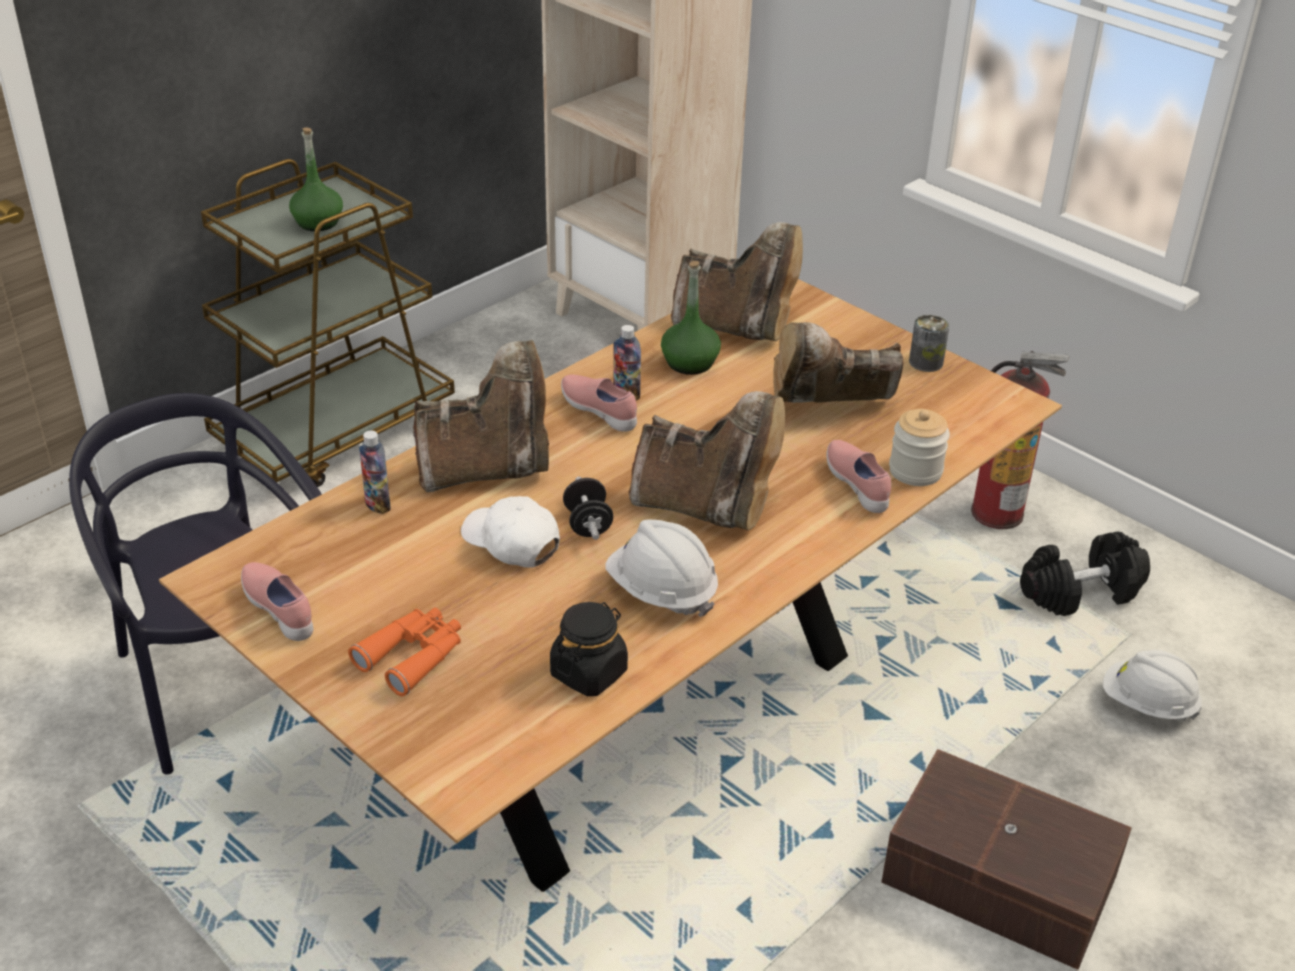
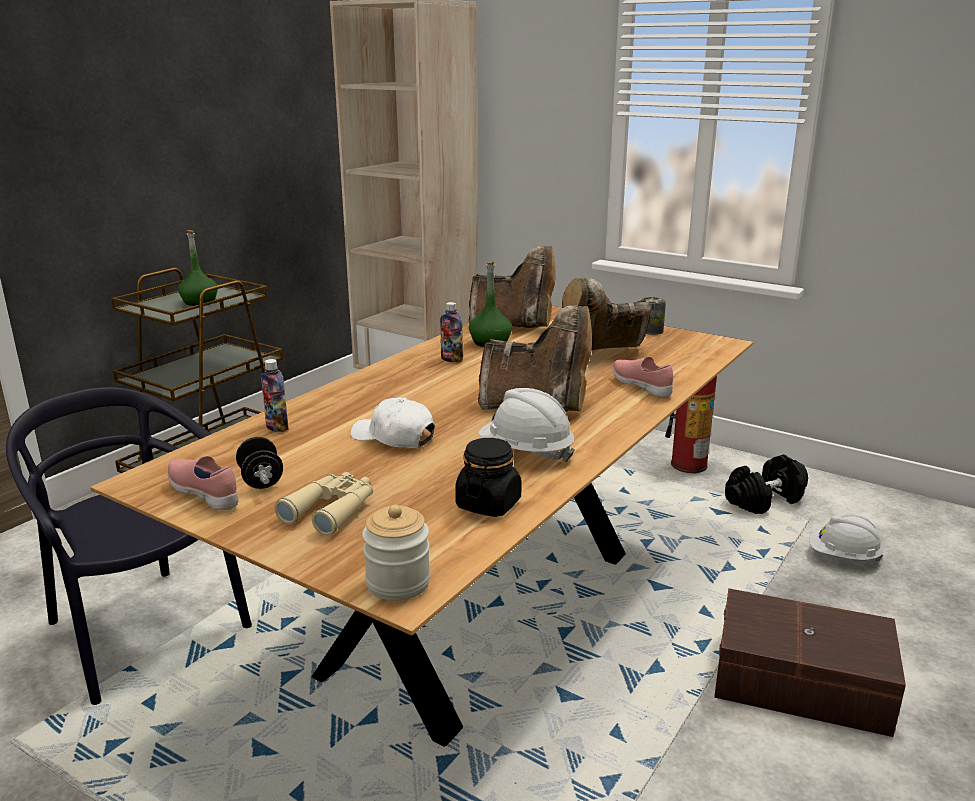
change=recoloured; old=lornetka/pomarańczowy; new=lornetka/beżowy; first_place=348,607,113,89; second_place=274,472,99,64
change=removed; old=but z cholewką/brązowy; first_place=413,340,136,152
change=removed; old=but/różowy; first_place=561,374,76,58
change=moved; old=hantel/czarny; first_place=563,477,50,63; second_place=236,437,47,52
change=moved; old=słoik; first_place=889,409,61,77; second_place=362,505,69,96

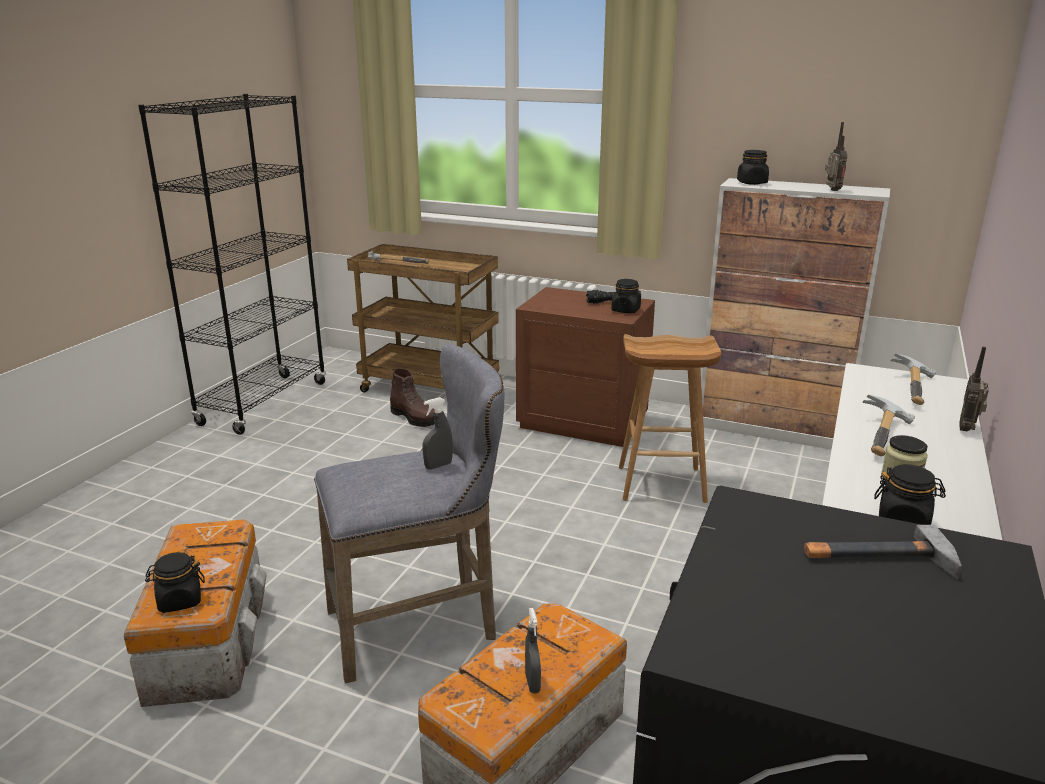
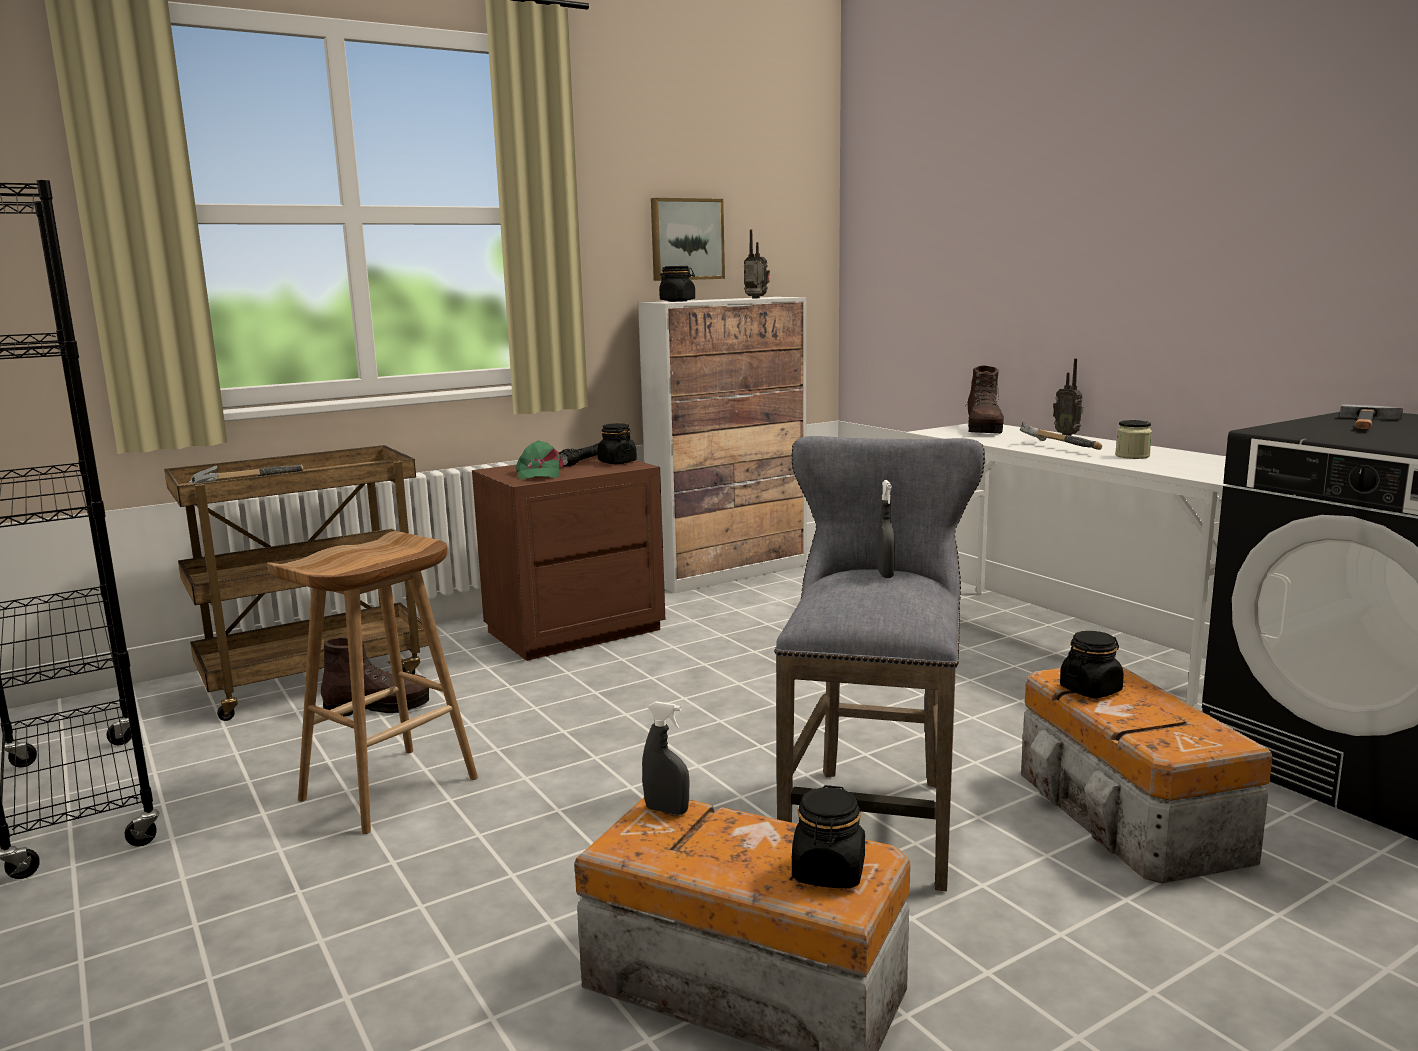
change=moved; old=spryskiwacz/szary; first_place=525,608,16,86; second_place=642,701,47,114
change=moved; old=stołek/brązowy; first_place=619,334,102,169; second_place=267,531,211,303
change=moved; old=słoik/czarny; first_place=874,464,72,61; second_place=1060,631,64,67
change=replaced; old=młotek; new=but z cholewką/brązowy; first_place=890,353,46,52; second_place=965,365,39,69
change=added; new=czapka z daszkiem/zielony; second_place=516,441,48,38
change=added; new=obraz; second_place=651,198,74,83

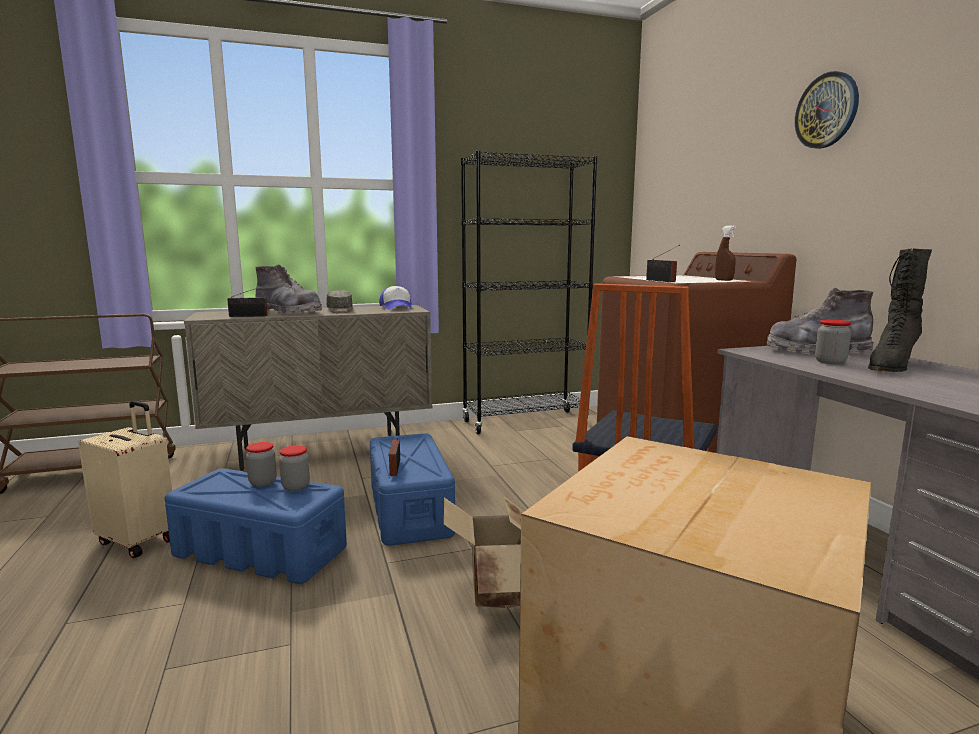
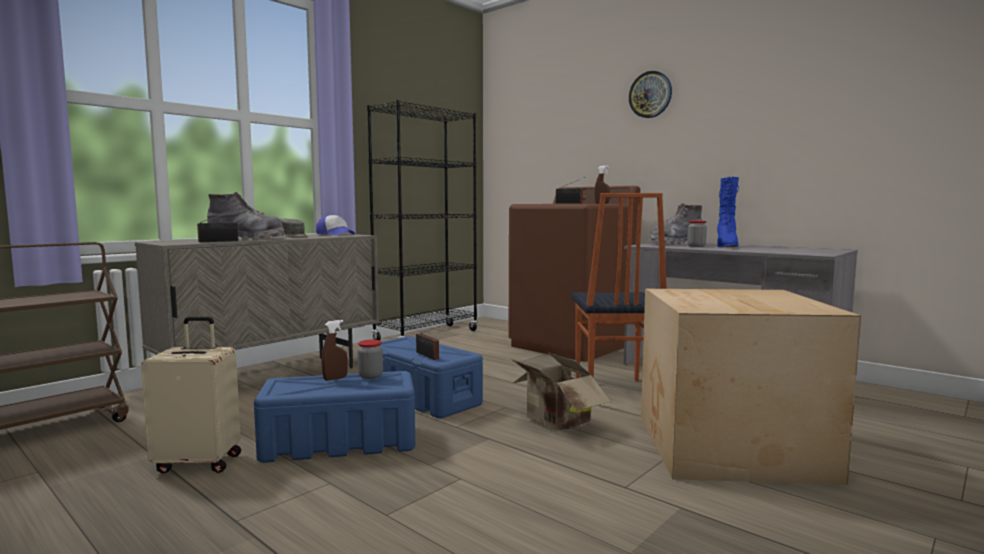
change=replaced; old=słoik; new=spryskiwacz/brązowy; first_place=246,442,31,45; second_place=321,320,27,61
change=recoloured; old=but z cholewką/czarny; new=but z cholewką/niebieski; first_place=868,248,64,124; second_place=717,177,22,70

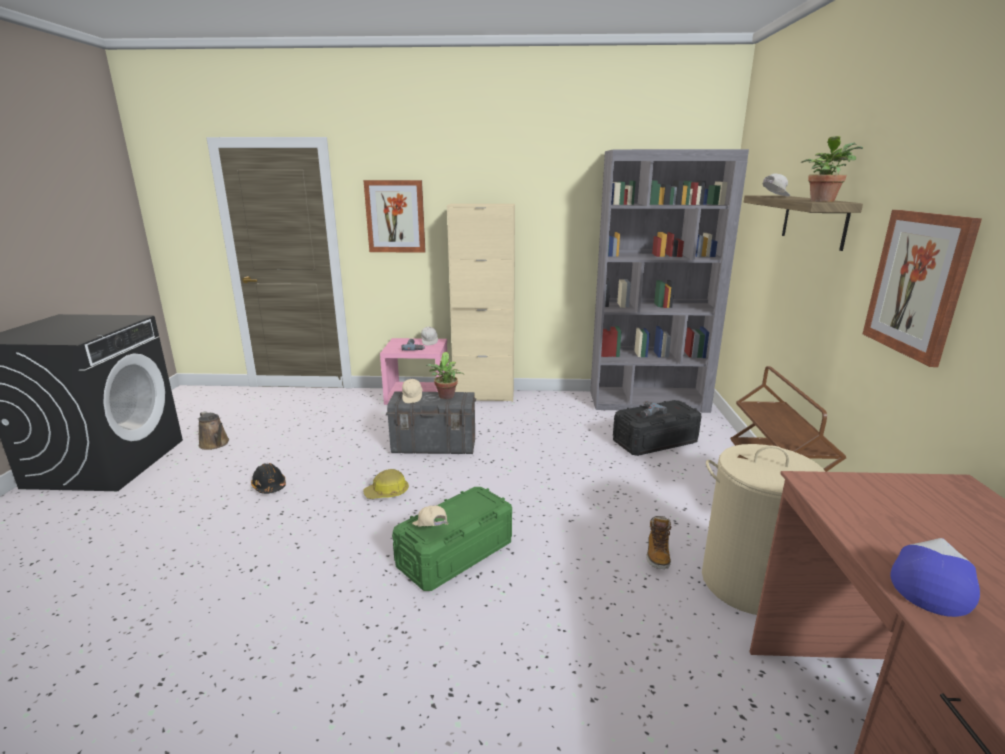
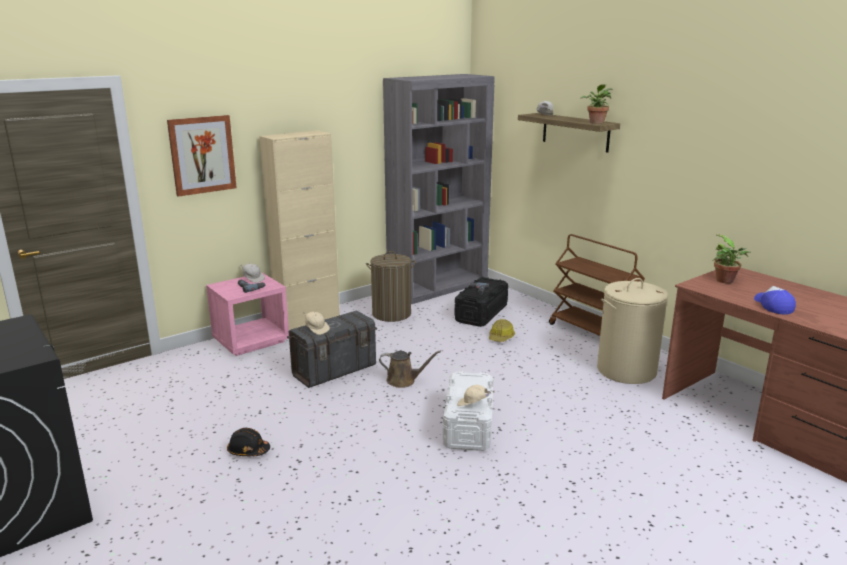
change=moved; old=konewka/brązowy; first_place=198,411,31,39; second_place=379,351,62,37
change=moved; old=kask; first_place=363,469,46,30; second_place=489,319,26,23
change=recoloured; old=pojemnik do przechowywania/zielony; new=pojemnik do przechowywania/biały; first_place=392,487,120,104; second_place=443,371,50,80
change=moved; old=roślina doniczkowa; first_place=426,352,38,47; second_place=713,235,37,48
change=removed; old=but z cholewką; first_place=646,516,25,54
change=removed; old=obraz; first_place=863,210,119,157
change=added; new=kosz na pranie; second_place=366,251,50,71

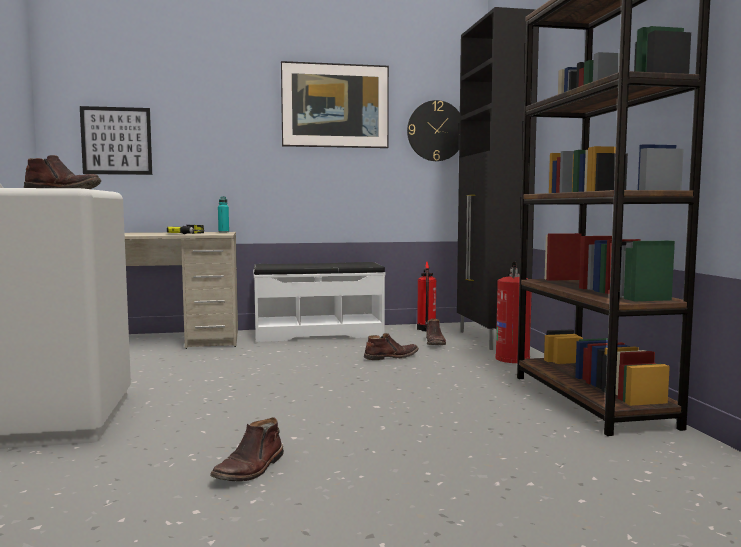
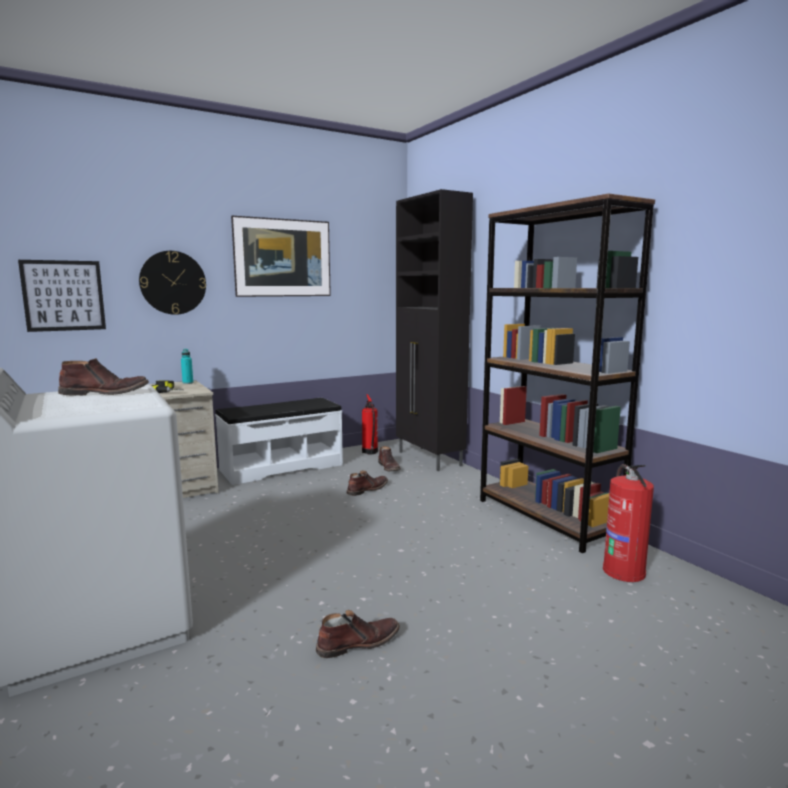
change=turned; old=but z cholewką/brązowy; first_place=210,417,74,64; second_place=316,610,84,48; degrees=-120
change=moved; old=zegar ścienny; first_place=407,100,53,61; second_place=139,251,67,64
change=moved; old=gaśnica; first_place=495,261,37,102; second_place=603,464,51,118

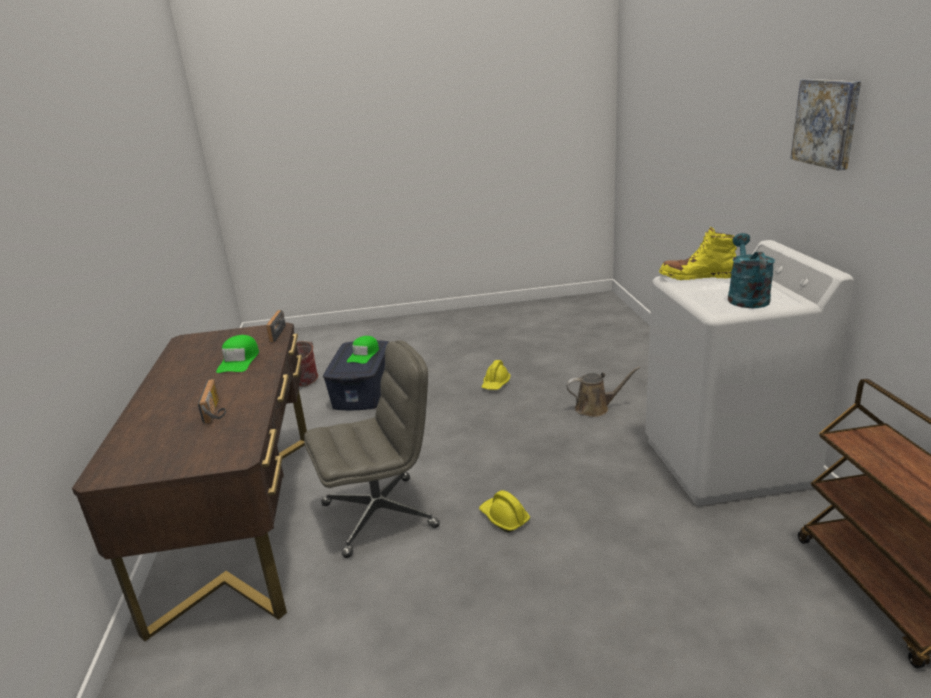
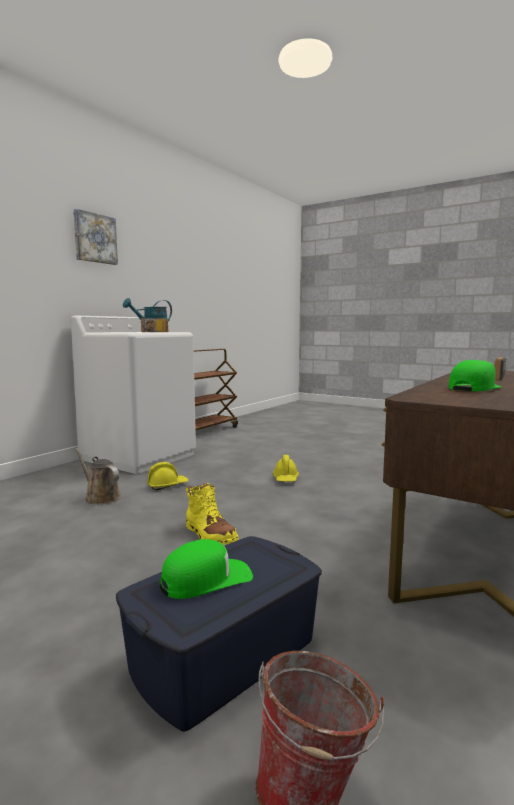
change=moved; old=radio; first_place=266,310,20,33; second_place=141,318,27,14
change=removed; old=krzesło biurowe/szary; first_place=304,340,136,218
change=moved; old=kask/żółty; first_place=482,360,29,30; second_place=147,462,41,29
change=moved; old=but z cholewką/żółty; first_place=659,227,78,53; second_place=186,483,53,62

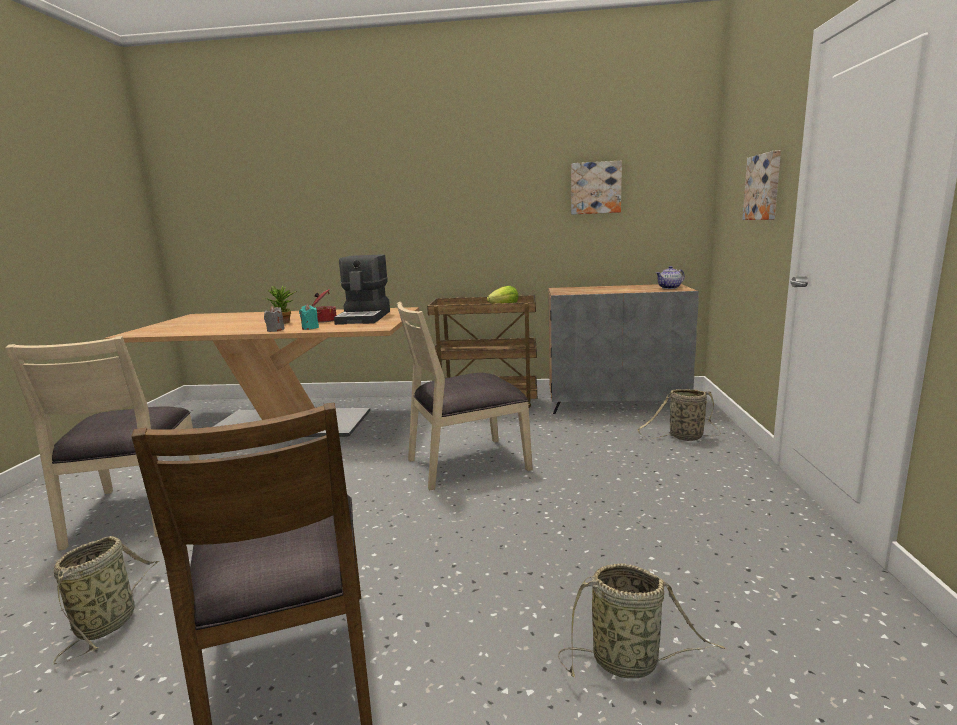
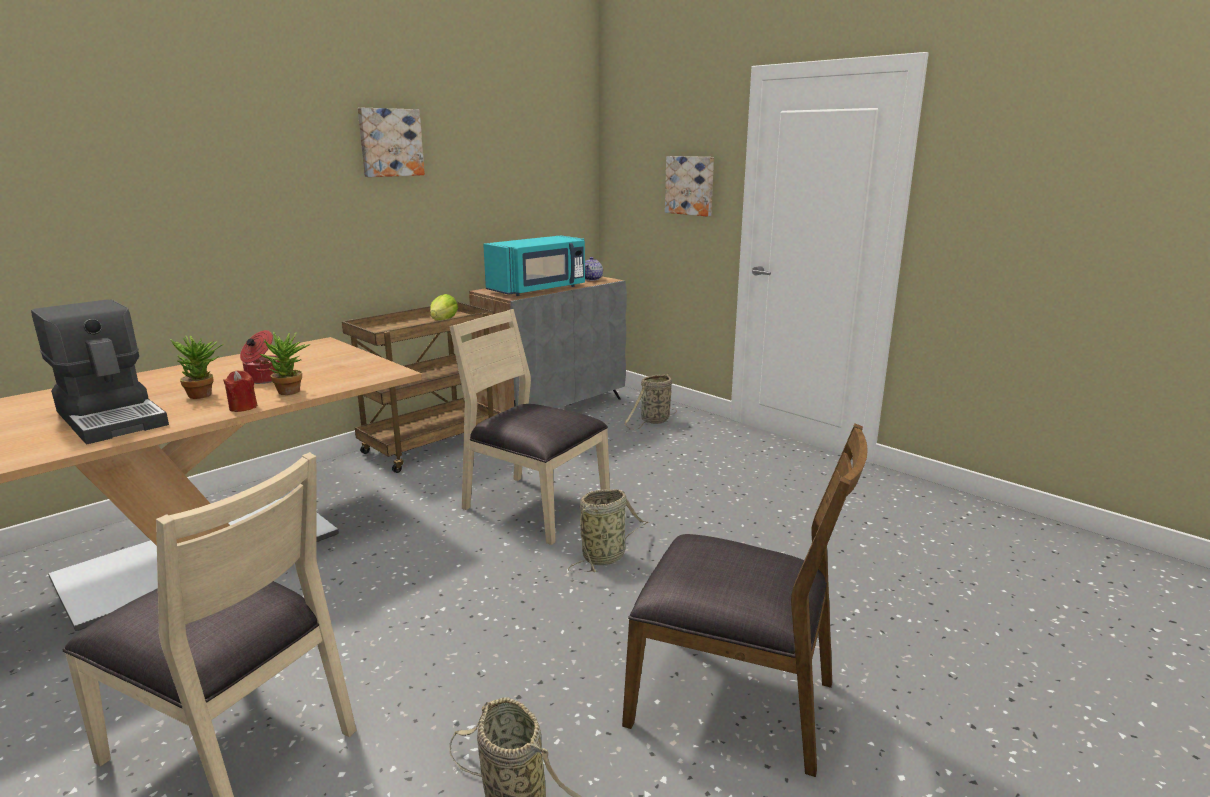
change=recoloured; old=świeca/szary; new=świeca/czerwony; first_place=264,306,21,26; second_place=223,371,34,41
change=replaced; old=świeca/turkusowy; new=roślina doniczkowa; first_place=299,304,20,26; second_place=260,332,50,63
change=moved; old=ekspres do kawy; first_place=334,254,56,71; second_place=31,299,138,145
change=turned; old=krzesło/beżowy; first_place=396,302,137,188; second_place=449,309,161,236; degrees=105
change=moved; old=koszyk; first_place=558,563,168,115; second_place=568,489,81,83
change=moved; old=obraz; first_place=571,161,51,54; second_place=358,108,67,69
change=added; new=mikrofalówka/turkusowy; second_place=483,235,102,61

